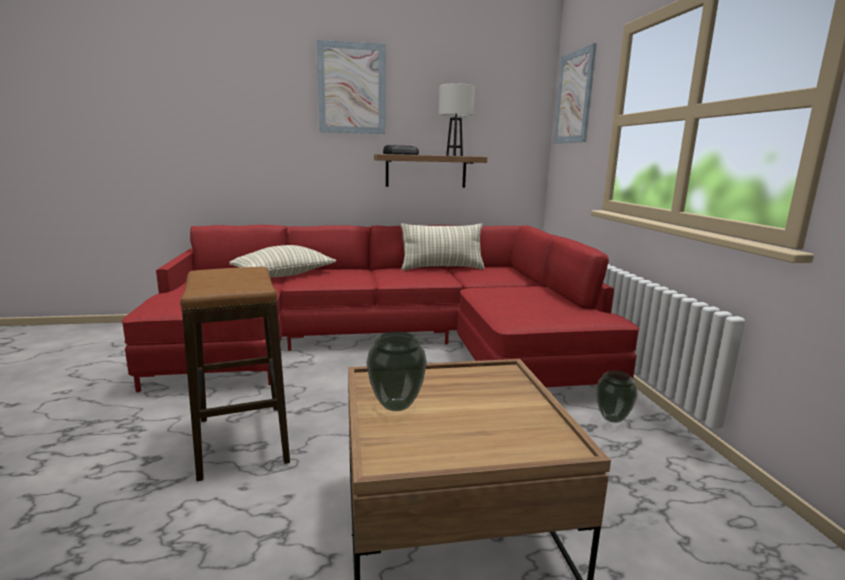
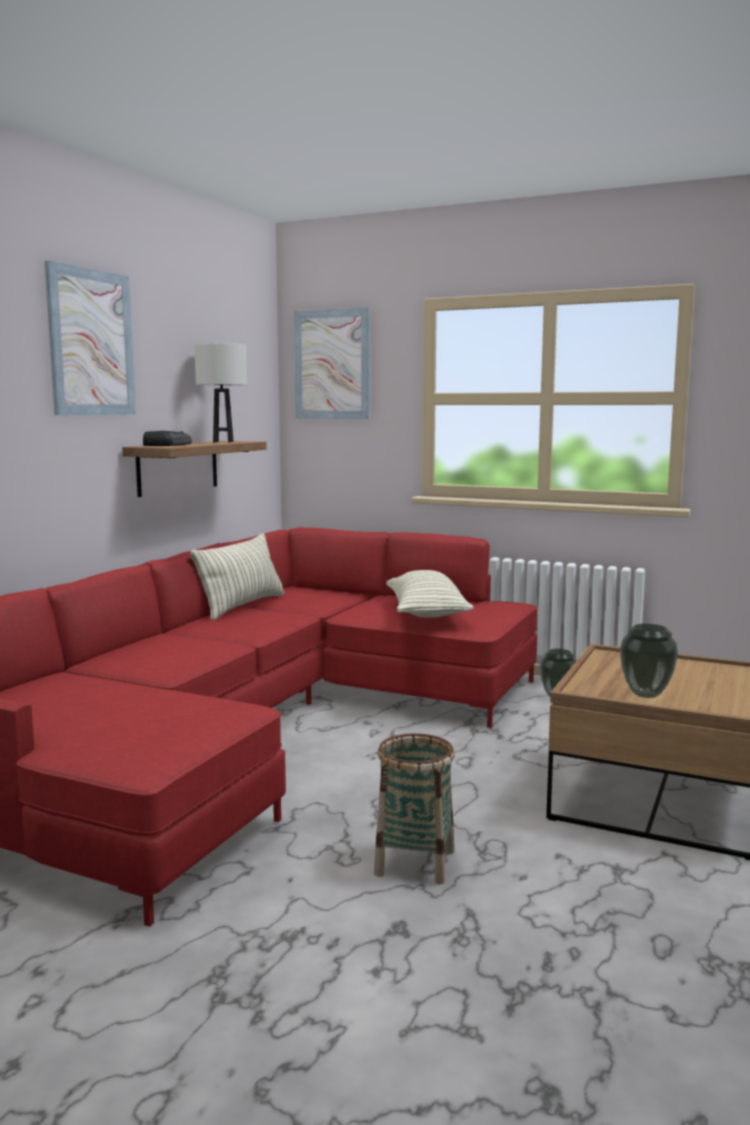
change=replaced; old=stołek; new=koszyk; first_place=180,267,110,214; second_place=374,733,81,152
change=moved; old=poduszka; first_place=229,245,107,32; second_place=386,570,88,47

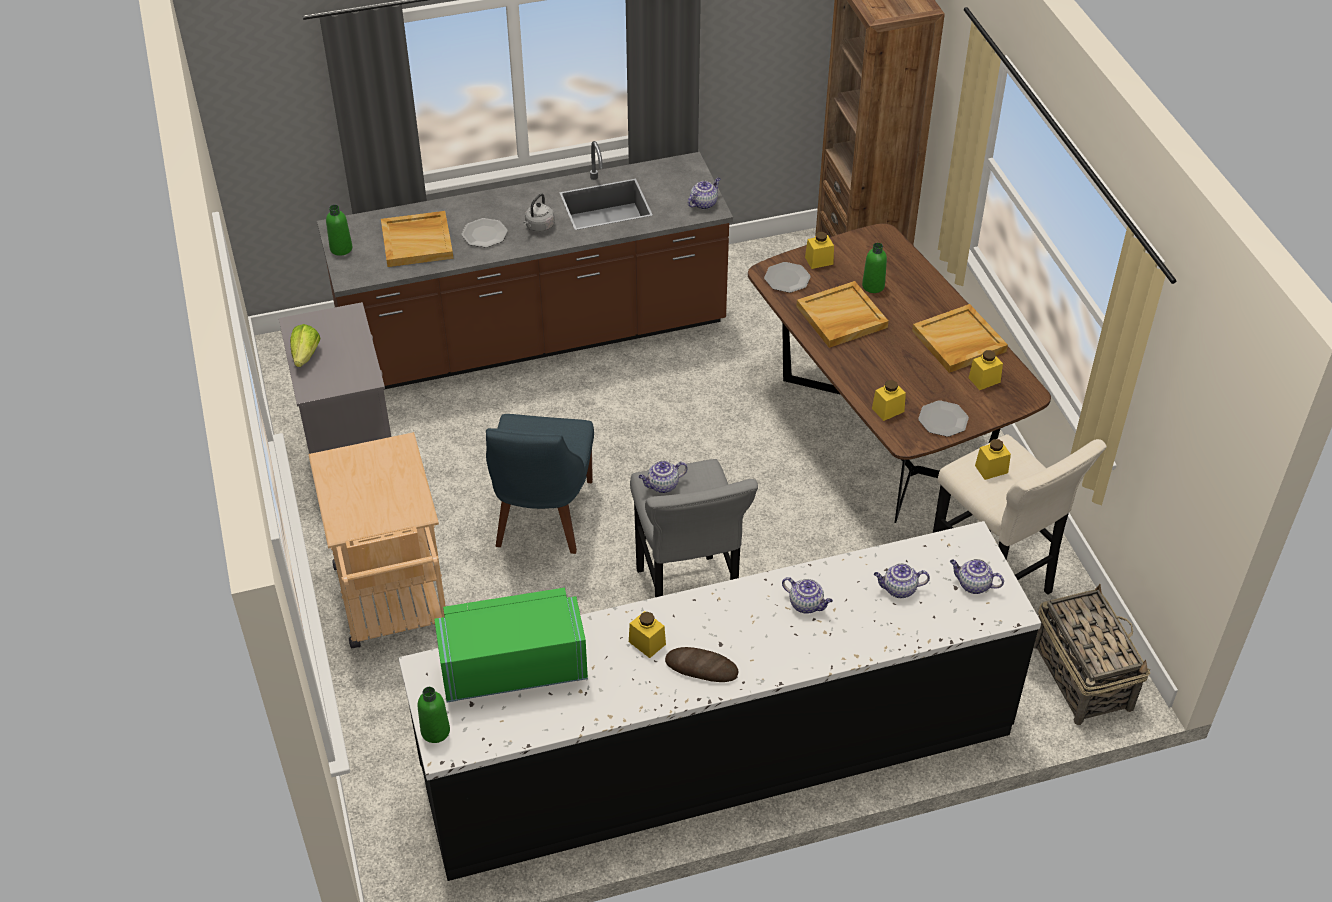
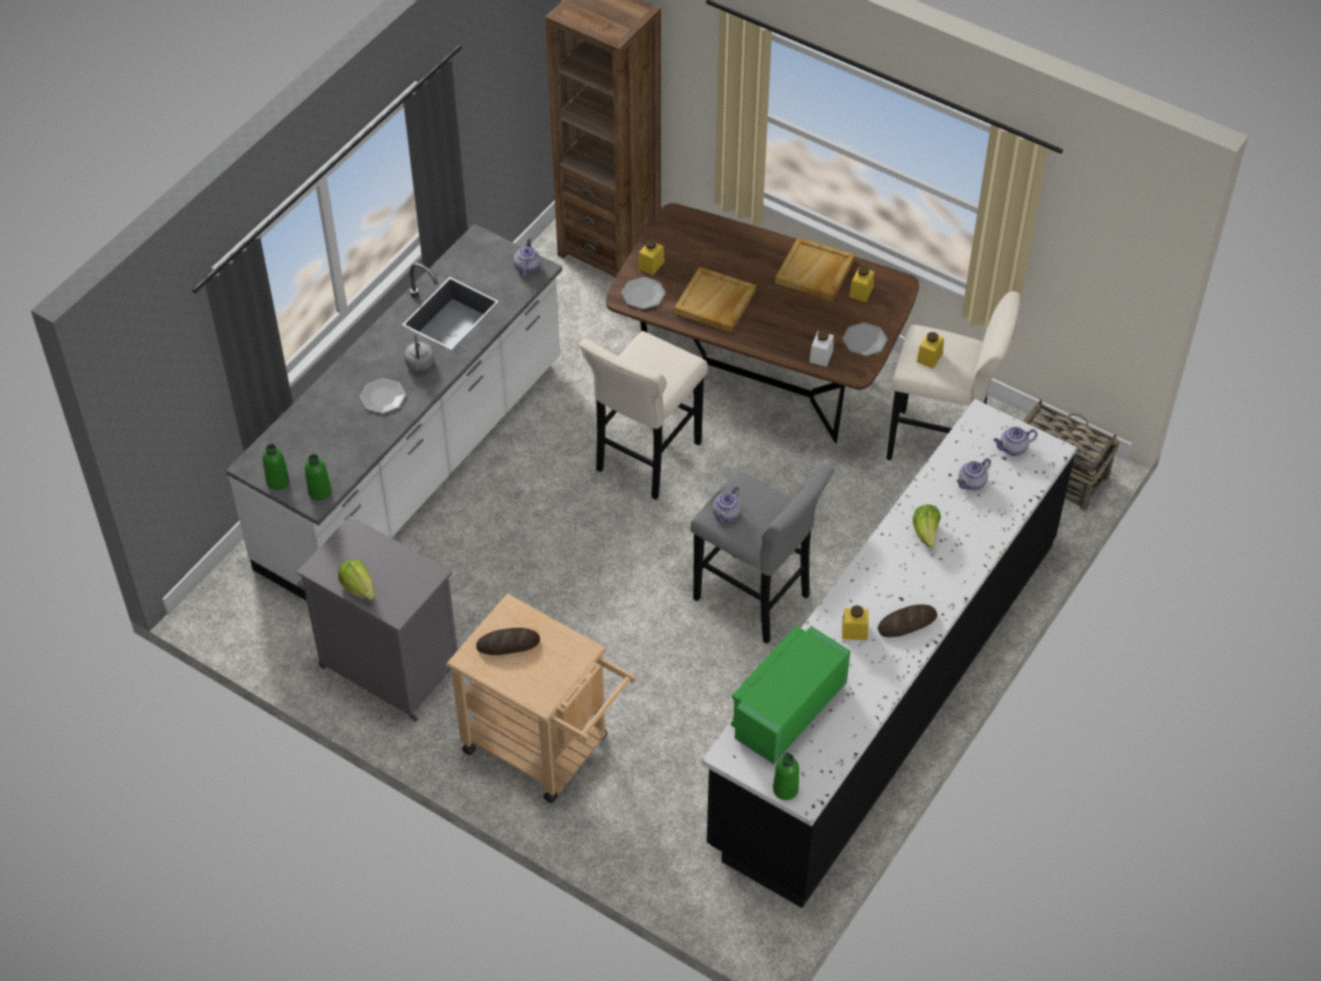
change=recoloured; old=zabudowa kuchenna/brązowy; new=zabudowa kuchenna/biały; first_place=317,141,416,248; second_place=226,224,336,376
change=removed; old=taca/beżowy; first_place=381,211,72,56
change=removed; old=krzesło/niebieski; first_place=486,414,108,140
change=replaced; old=imbryk; new=sałata; first_place=782,577,51,37; second_place=912,504,29,44
change=moved; old=butelka/zielony; first_place=862,243,25,50; second_place=305,454,26,46
change=recoloured; old=słoik/żółty; new=słoik/biały; first_place=872,380,34,41; second_place=809,331,25,36
change=added; new=chleb; second_place=476,628,64,27
change=added; new=stołek/beżowy; second_place=579,331,129,169

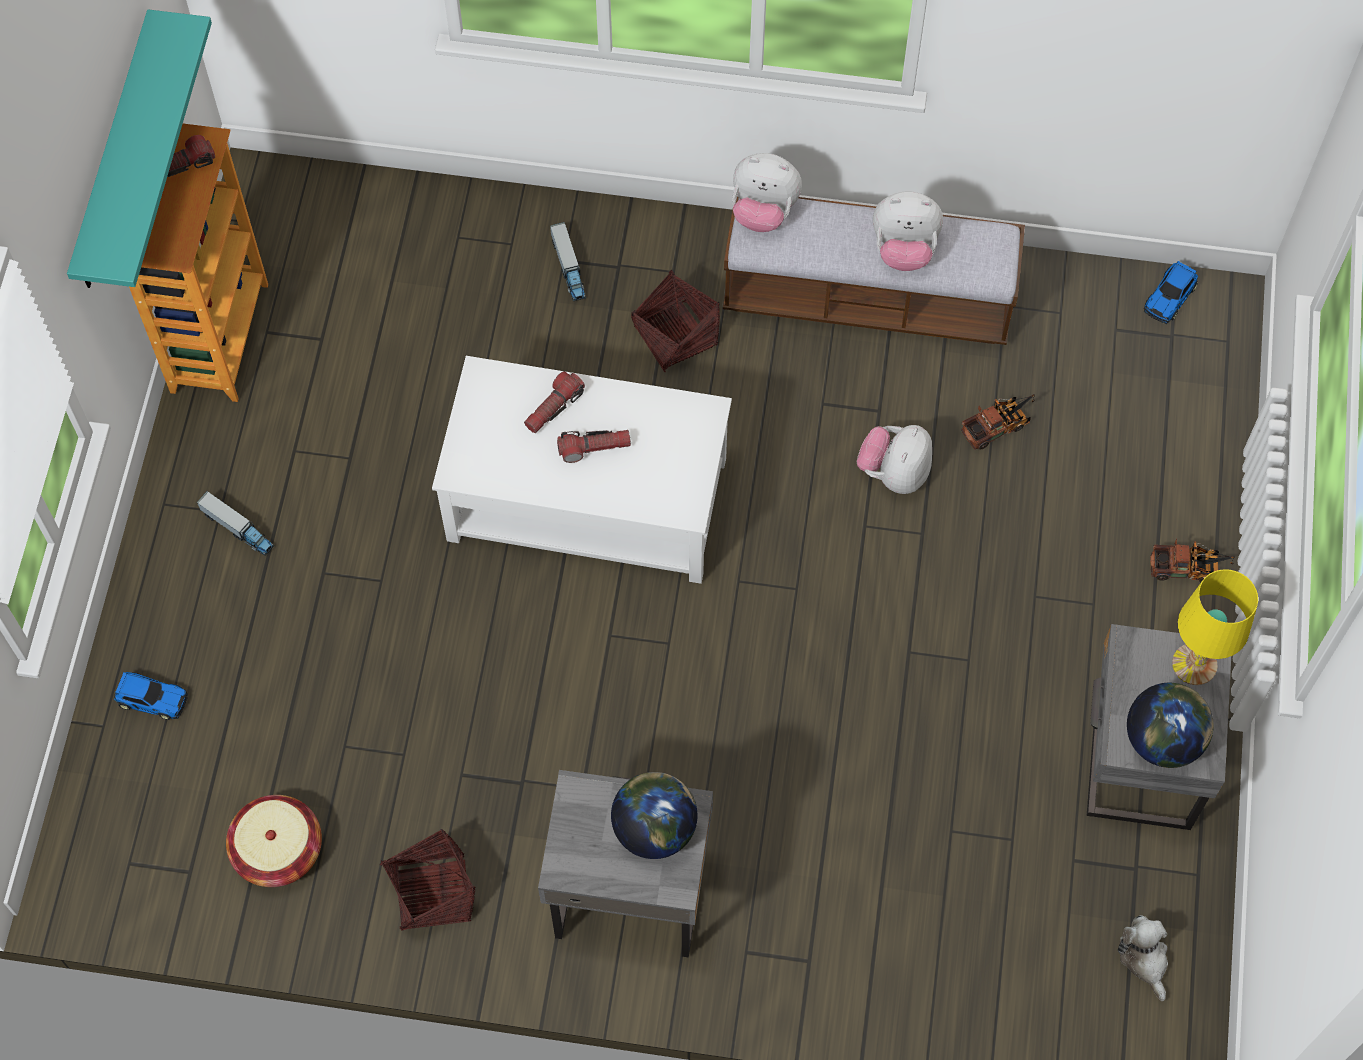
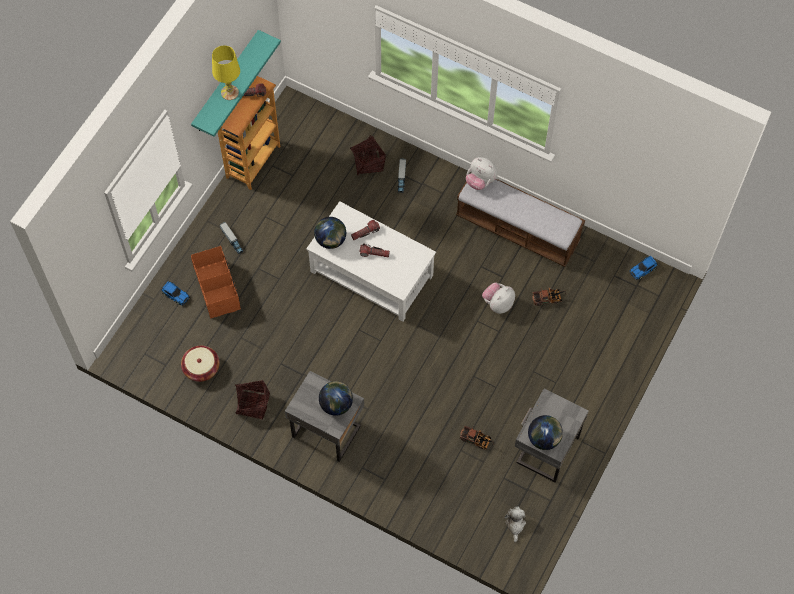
change=moved; old=koszyk; first_place=631,270,89,102; second_place=350,135,36,40
change=removed; old=pluszak; first_place=873,191,70,80
change=moved; old=ciężarówka zabawkowa; first_place=1150,538,85,44; second_place=460,426,34,24
change=moved; old=lampa stołowa/żółty; first_place=1172,569,86,116; second_place=212,45,28,55
change=added; new=pojemnik do przechowywania/pomarańczowy; second_place=191,246,50,72
change=added; new=globus; second_place=314,217,32,32

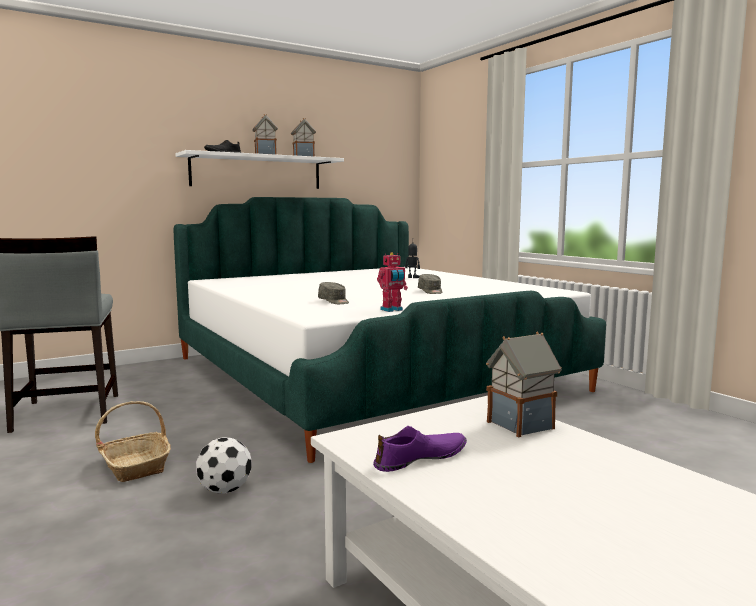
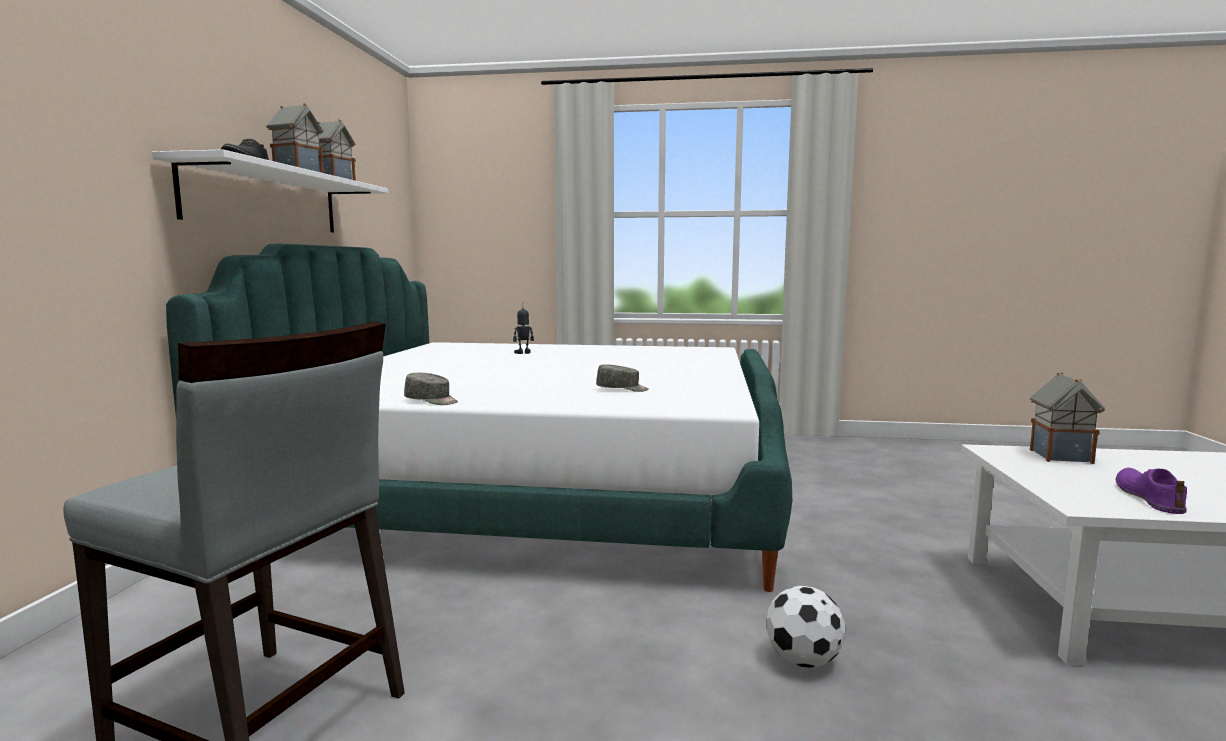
change=removed; old=koszyk; first_place=95,401,76,81
change=removed; old=robot zabawkowy; first_place=377,252,31,60
change=moved; old=czapka z daszkiem/szary; first_place=418,274,24,20; second_place=404,373,54,32

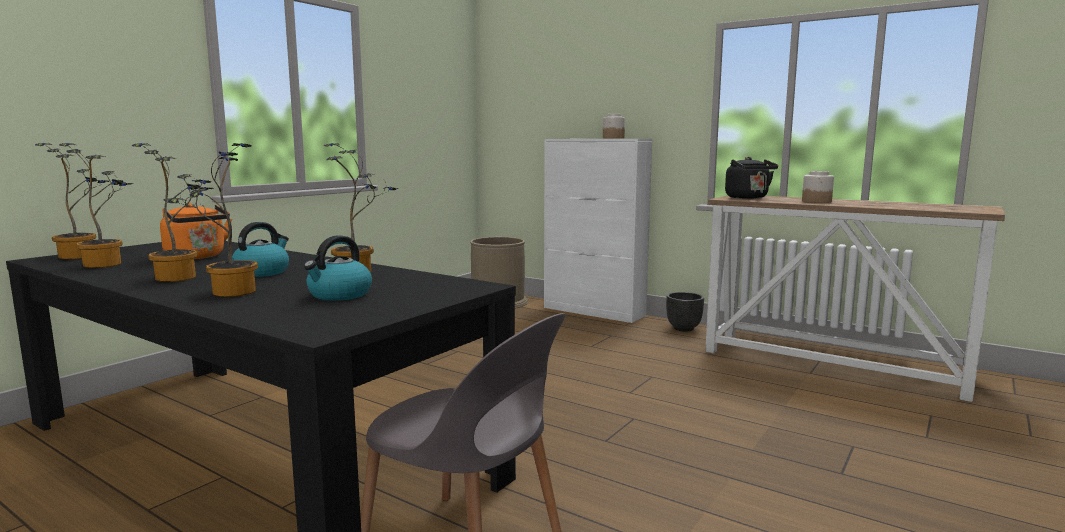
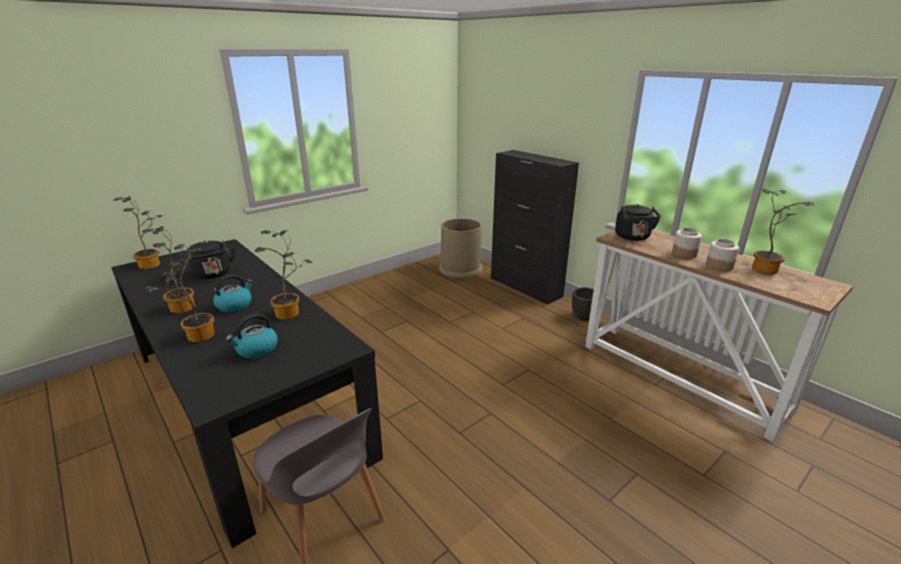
change=moved; old=roślina doniczkowa; first_place=59,143,74,125; second_place=752,189,63,85
change=recoloured; old=czajnik/pomarańczowy; new=czajnik/czarny; first_place=160,203,72,56; second_place=187,240,48,39
change=recoloured; old=szafka/biały; new=szafka/czarny; first_place=544,139,108,184; second_place=491,150,88,155
change=moved; old=słoik; first_place=603,114,22,25; second_place=706,239,33,33

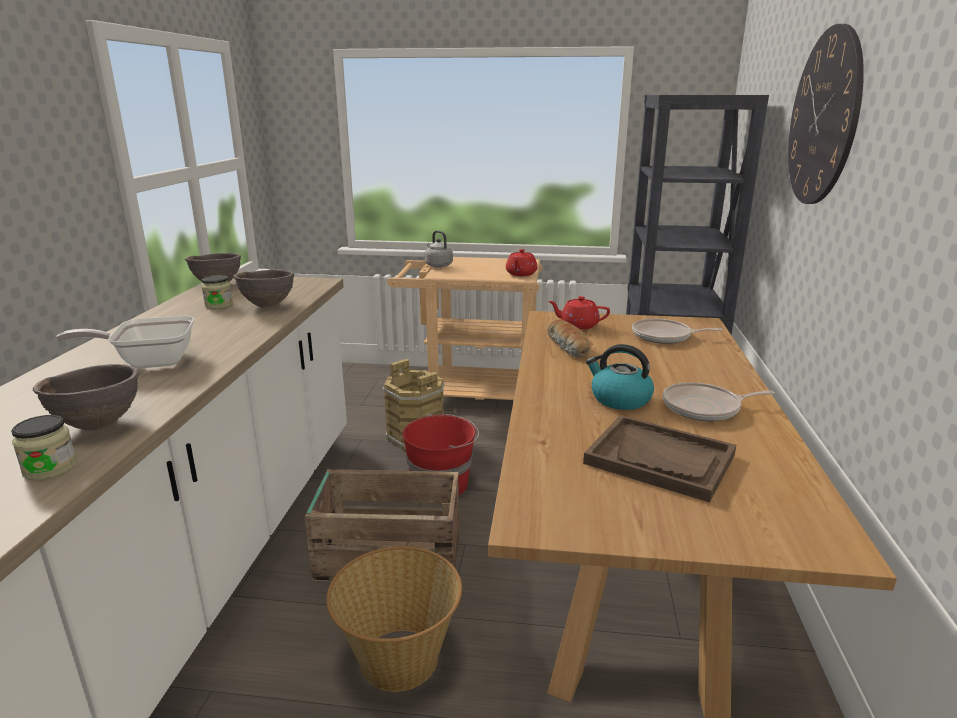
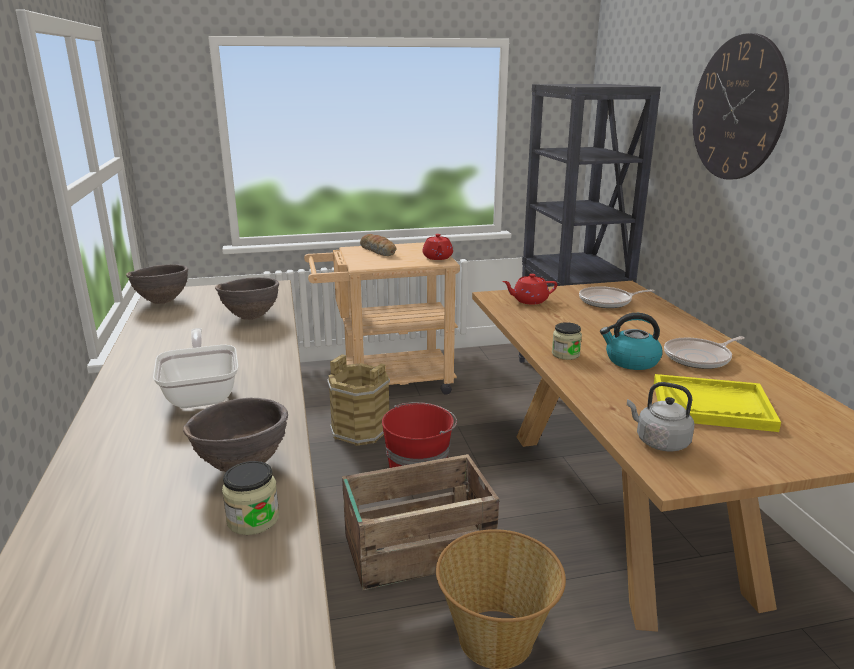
change=turned; old=patelnia; first_place=56,316,138,52; second_place=153,328,85,80; degrees=105
change=moved; old=słoik; first_place=202,275,31,34; second_place=552,322,30,38
change=moved; old=czajnik/szary; first_place=425,230,28,37; second_place=627,382,67,70
change=moved; old=chleb; first_place=547,320,44,38; second_place=360,234,37,22
change=recoloured; old=taca/brązowy; new=taca/żółty; first_place=583,415,153,88; second_place=654,374,127,58

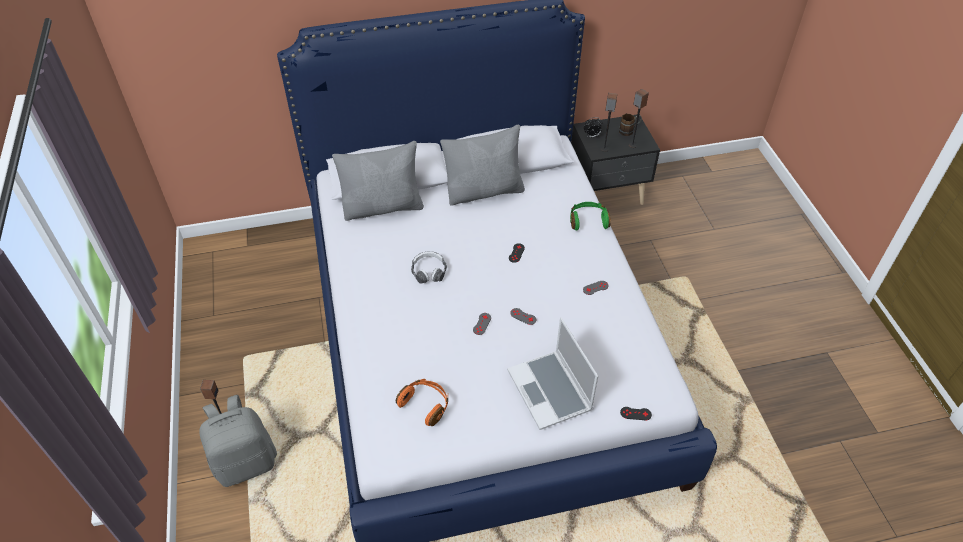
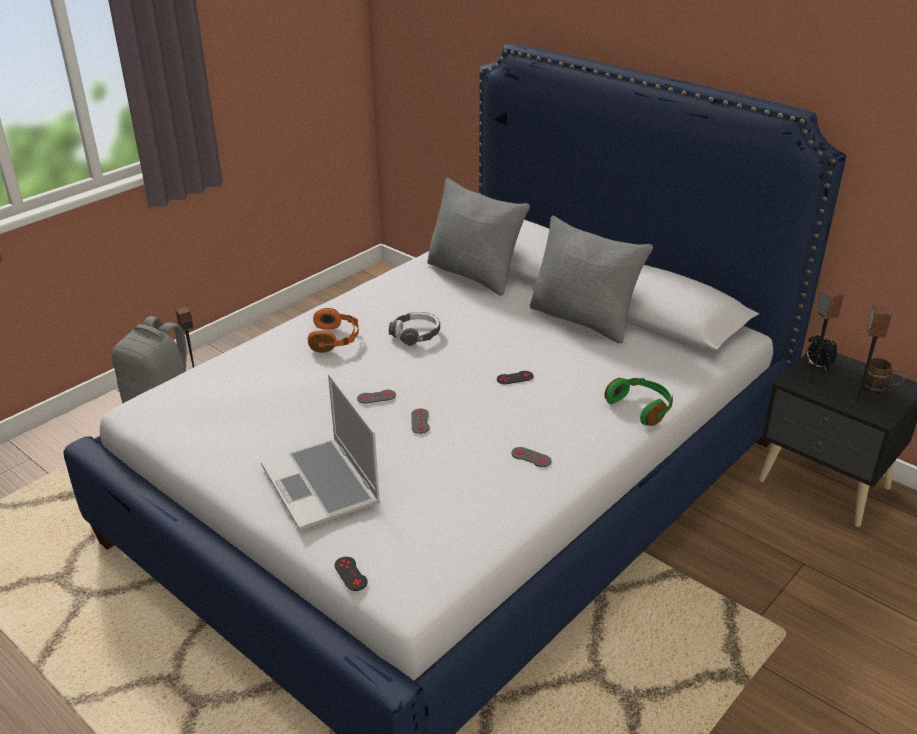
change=moved; old=słuchawki/pomarańczowy; first_place=396,379,52,47; second_place=308,308,51,45
change=turned; old=laptop; first_place=507,317,91,113; second_place=261,374,119,157; degrees=-60

